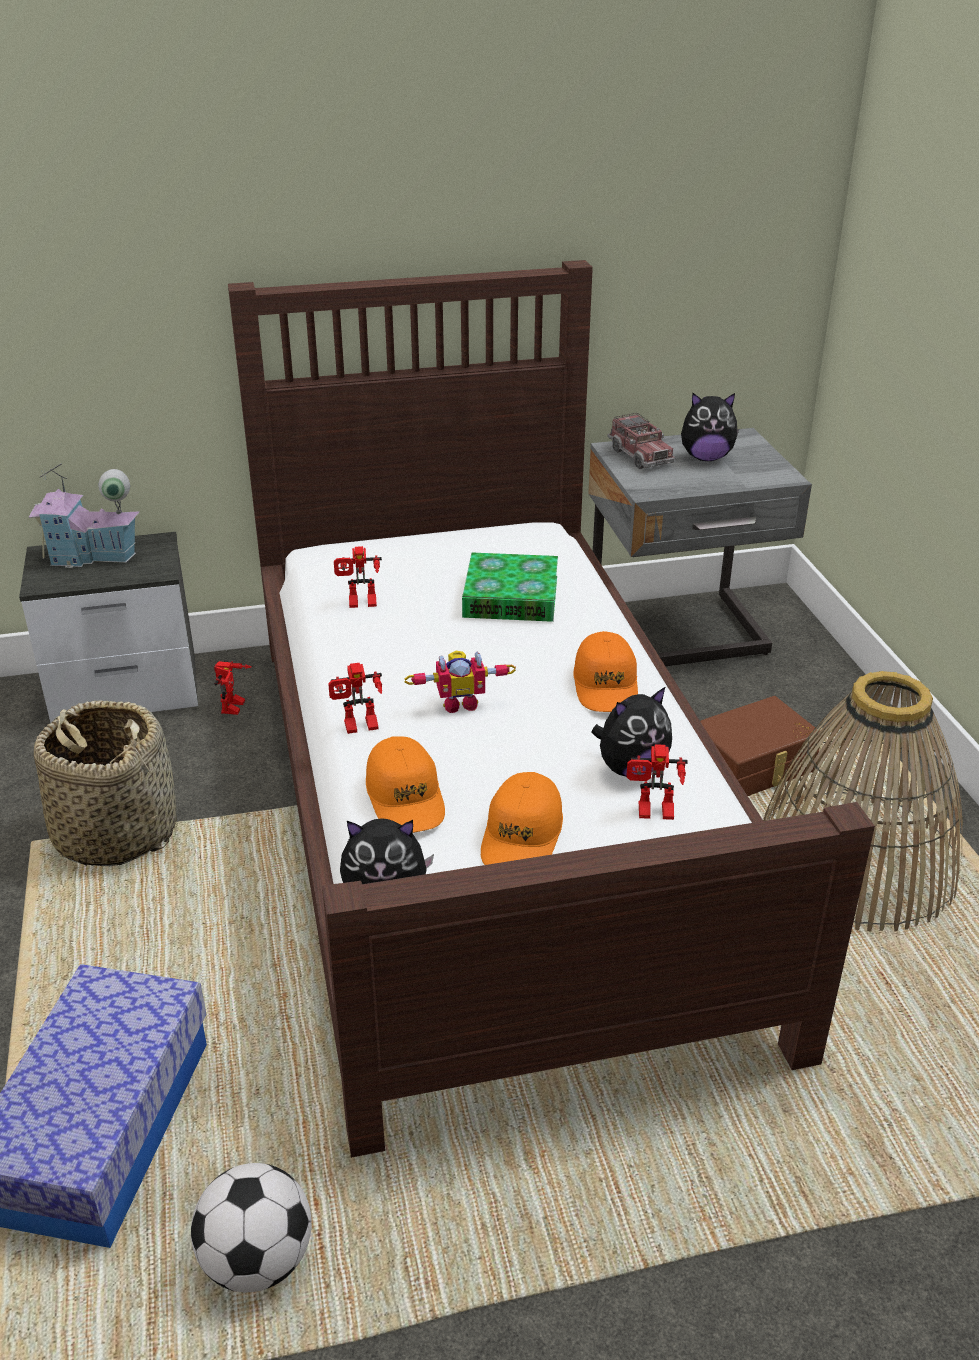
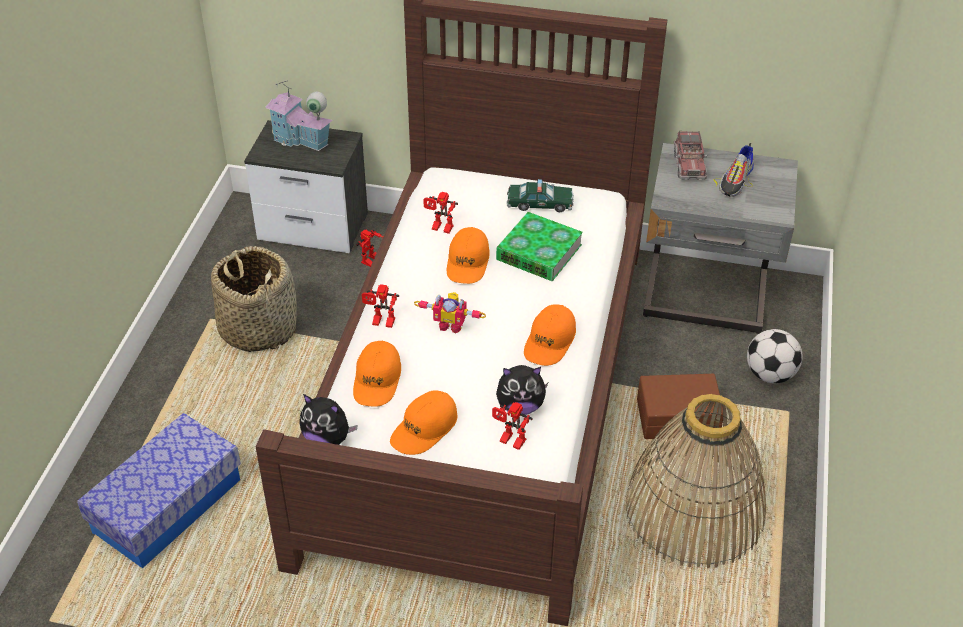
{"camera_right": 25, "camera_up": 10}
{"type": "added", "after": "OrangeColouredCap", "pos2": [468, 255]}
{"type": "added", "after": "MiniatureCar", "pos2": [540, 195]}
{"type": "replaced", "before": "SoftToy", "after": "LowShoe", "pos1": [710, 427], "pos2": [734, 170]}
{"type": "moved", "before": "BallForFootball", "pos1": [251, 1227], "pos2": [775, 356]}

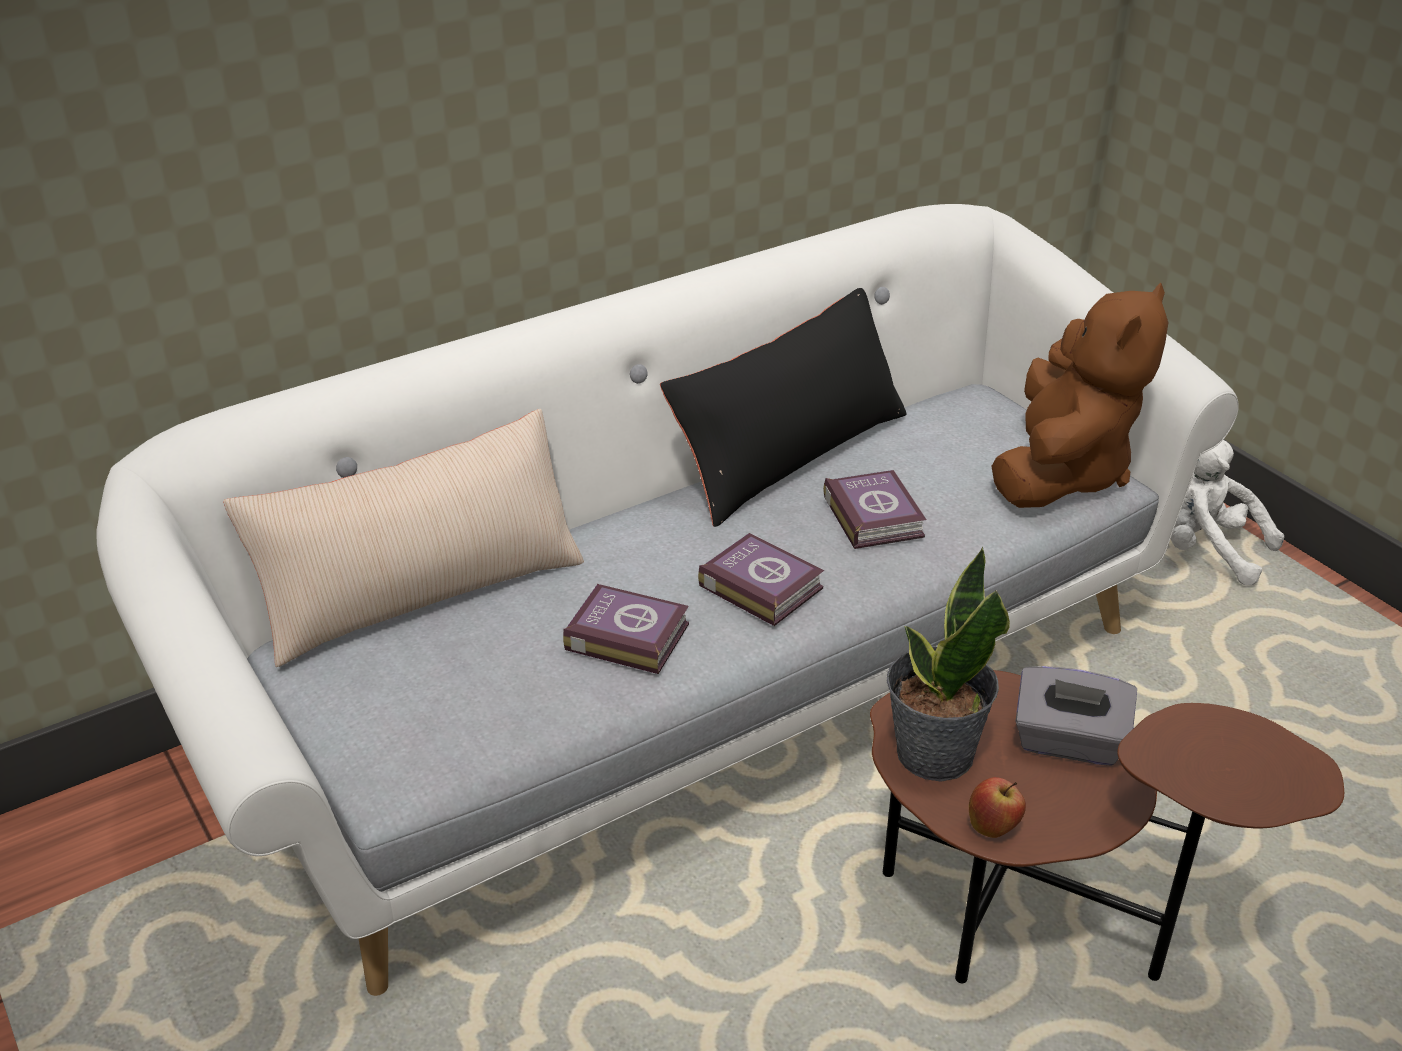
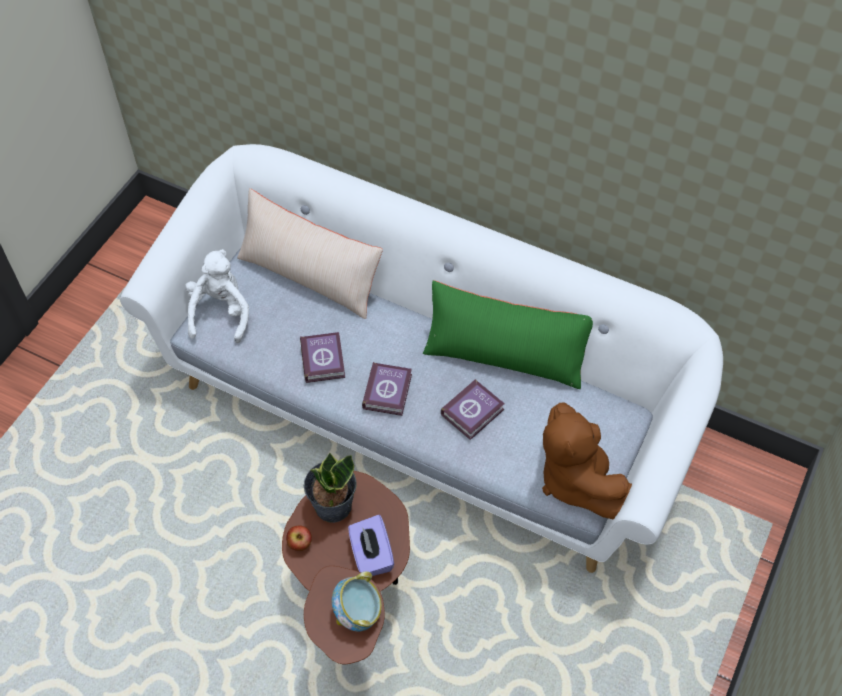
{"camera_right": 60, "camera_up": 20}
{"type": "moved", "before": "WhiteSoftToy", "pos1": [1227, 513], "pos2": [217, 296]}
{"type": "added", "after": "ServingBowl", "pos2": [357, 601]}
{"type": "recoloured", "before": "GreyTissueHolder", "after": "PurpleColouredTissueHolder", "pos1": [1076, 716], "pos2": [371, 545]}
{"type": "recoloured", "before": "BlackColouredPillow", "after": "GreenishPillow", "pos1": [783, 407], "pos2": [508, 334]}
{"type": "turned", "before": "BrownishSoftToy", "pos1": [1080, 395], "pos2": [587, 460], "turn": 75}

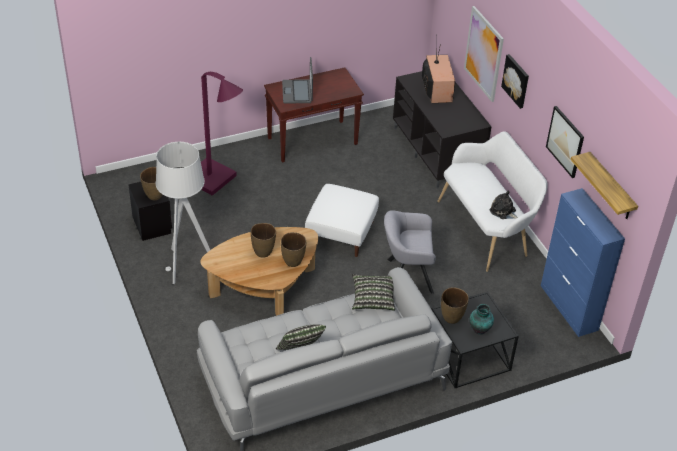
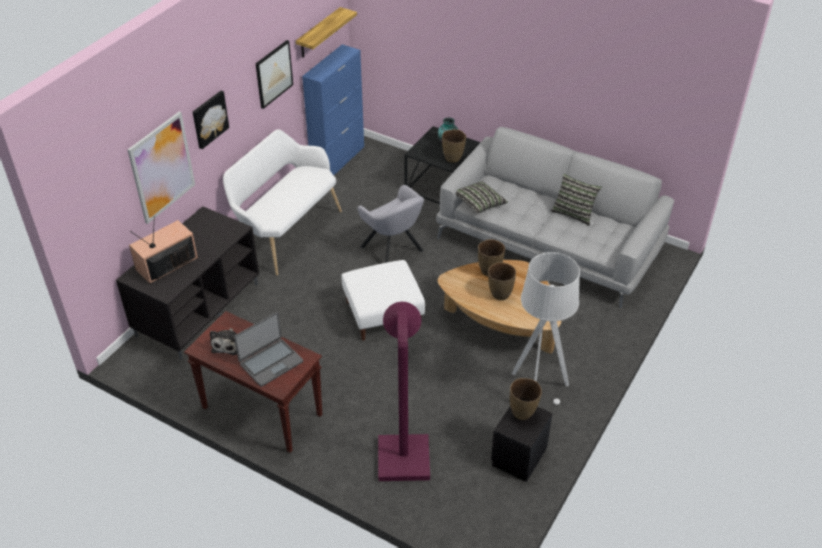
{"camera_right": -125, "camera_up": 0}
{"type": "moved", "before": "SoftToy", "pos1": [504, 205], "pos2": [223, 341]}

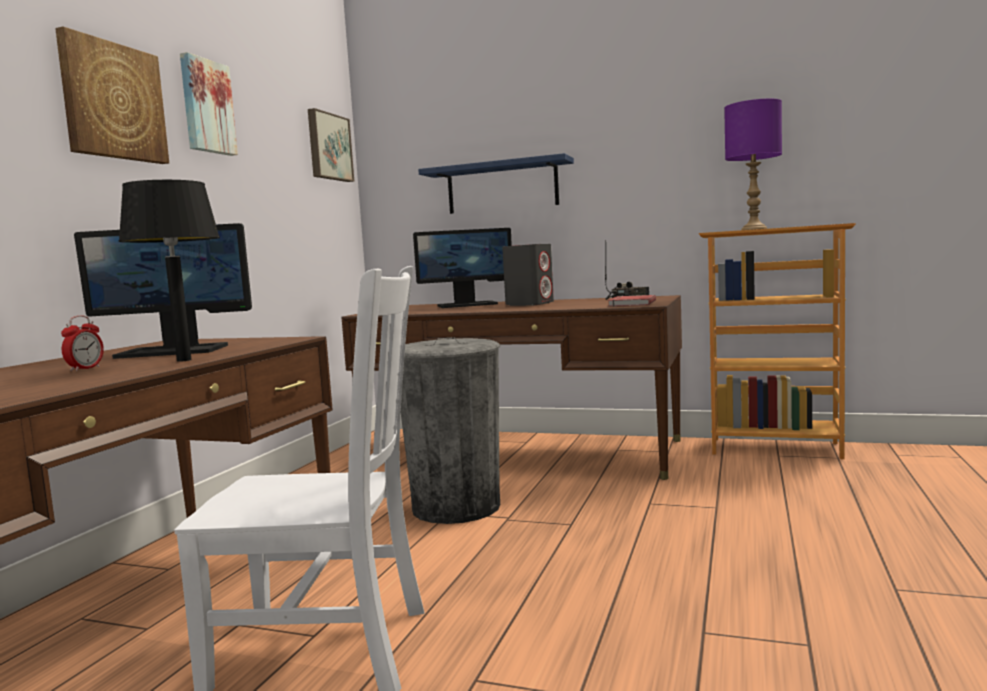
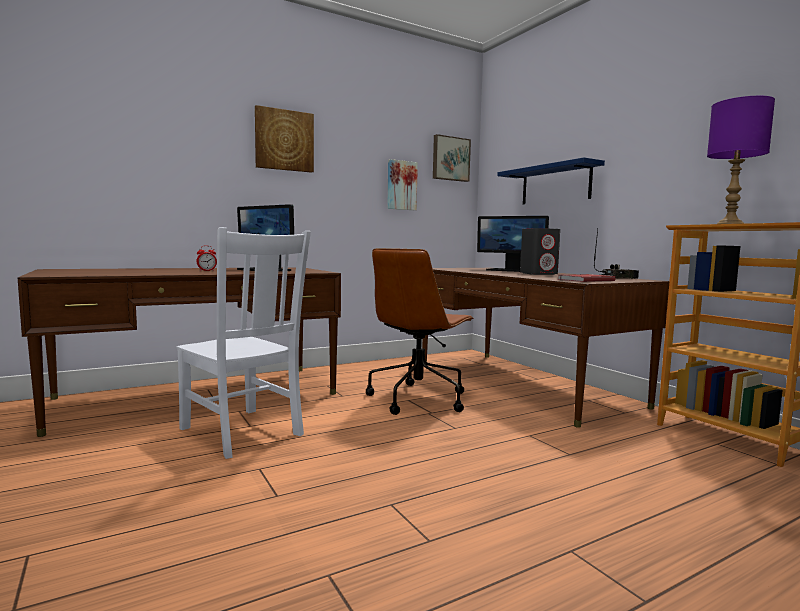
{"camera_right": 40, "camera_up": 0}
{"type": "replaced", "before": "GreyWasteBin", "after": "BrownishOfficeChair", "pos1": [450, 430], "pos2": [420, 331]}
{"type": "moved", "before": "Picture", "pos1": [209, 104], "pos2": [402, 184]}
{"type": "removed", "before": "BlackColouredTableLamp", "pos1": [169, 271]}

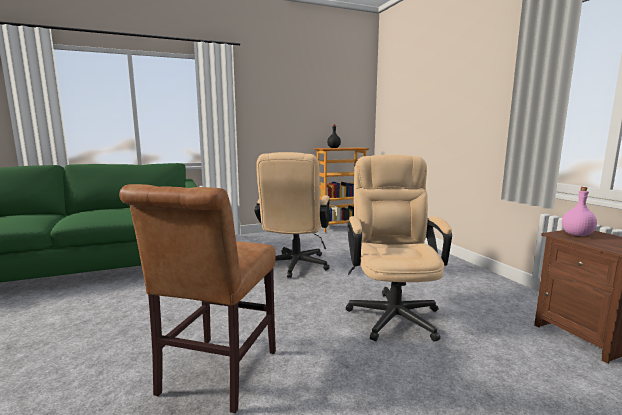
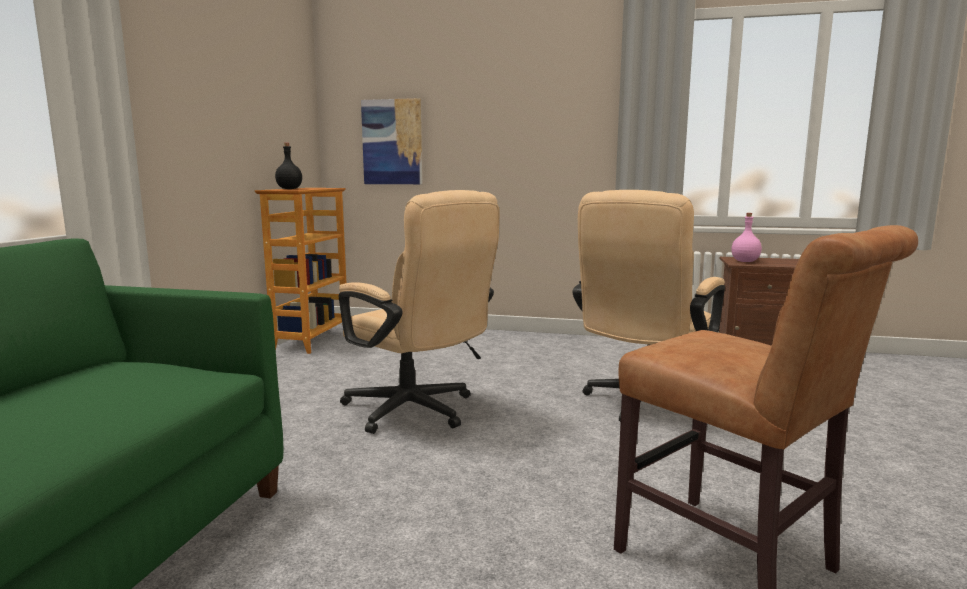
{"camera_right": -55, "camera_up": 0}
{"type": "added", "after": "Picture", "pos2": [391, 141]}
{"type": "turned", "before": "BeigeOfficeChair", "pos1": [399, 248], "pos2": [649, 306], "turn": -90}

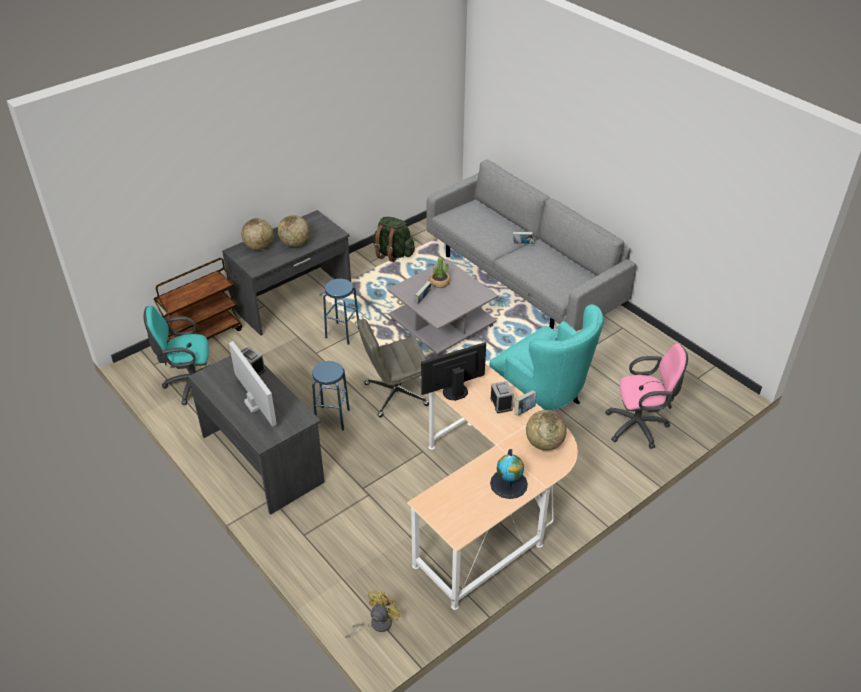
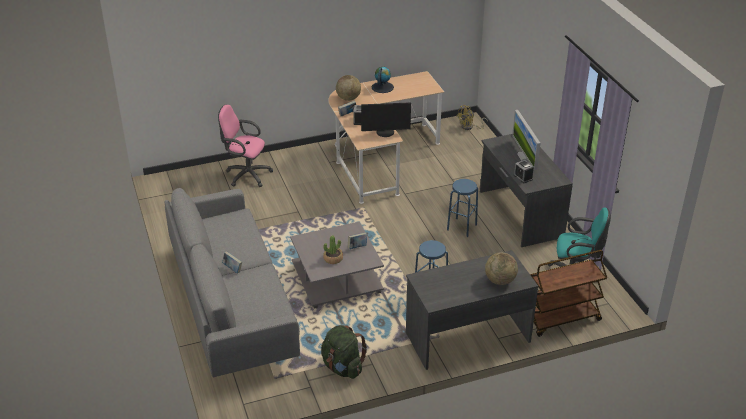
{"camera_right": -160, "camera_up": -5}
{"type": "removed", "before": "Globe", "pos1": [293, 231]}
{"type": "removed", "before": "GreyOfficeChair", "pos1": [393, 367]}
{"type": "removed", "before": "TurquoiseArmchair", "pos1": [546, 357]}

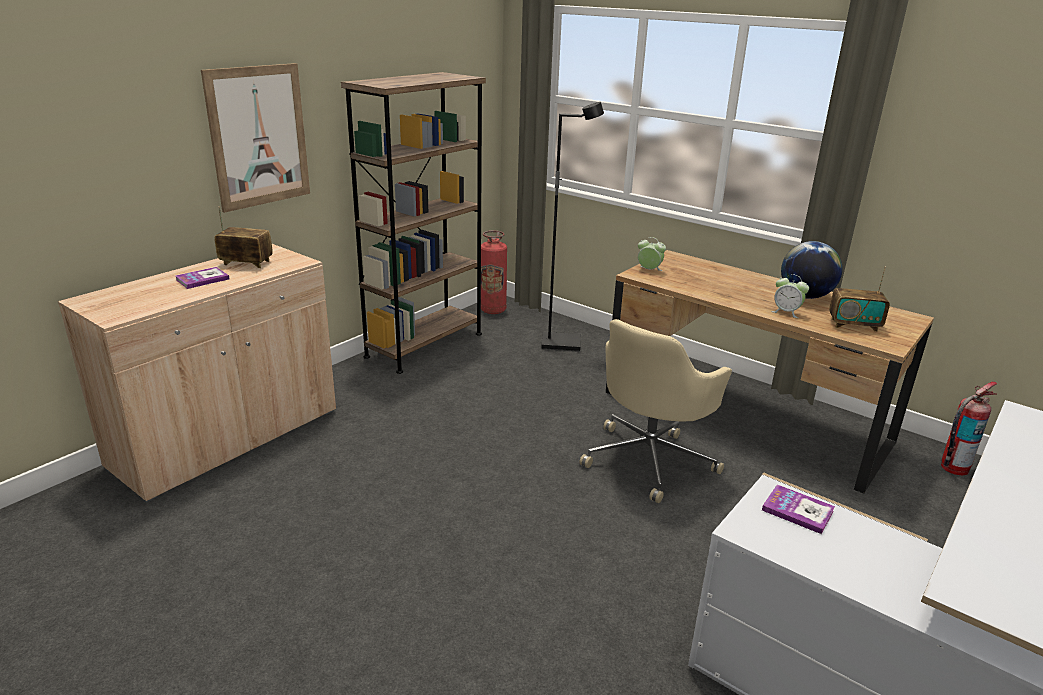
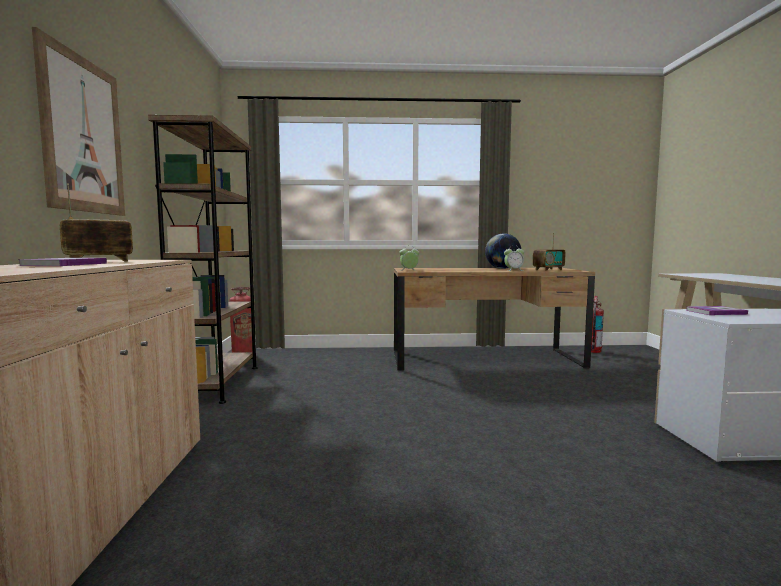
{"camera_right": -40, "camera_up": -20}
{"type": "removed", "before": "BlackColouredStandingLamp", "pos1": [572, 227]}
{"type": "removed", "before": "BeigeOfficeChair", "pos1": [655, 411]}

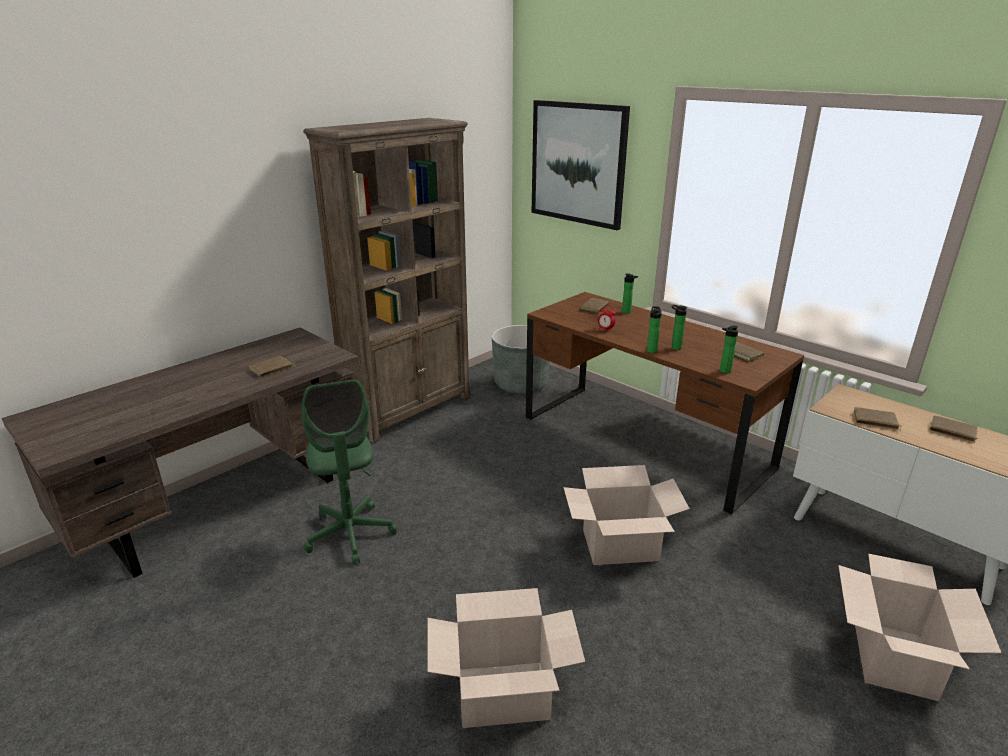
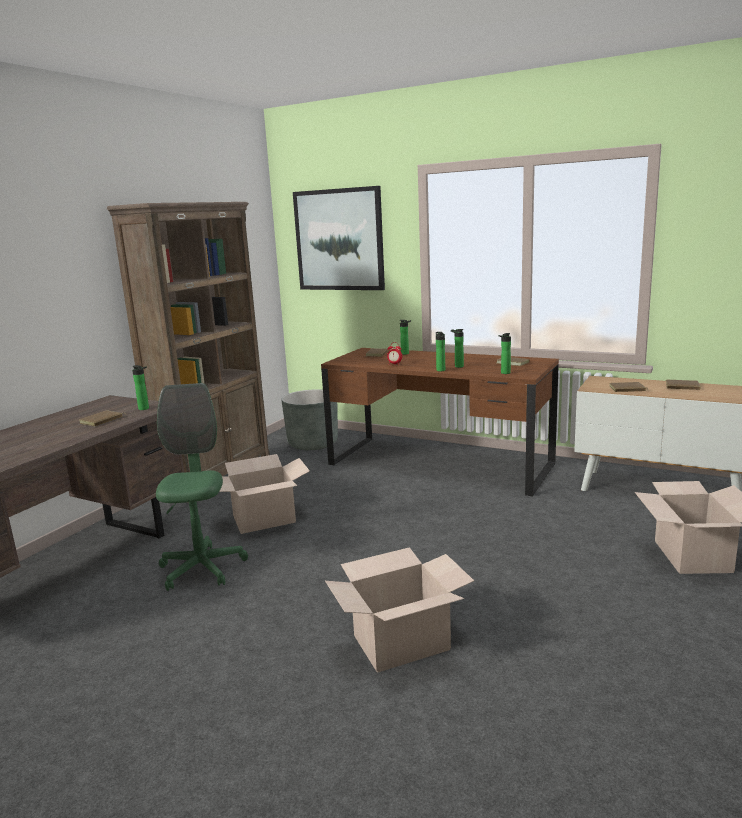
{"camera_right": -15, "camera_up": -10}
{"type": "added", "after": "DrinkBottle", "pos2": [140, 387]}
{"type": "turned", "before": "GreenishOfficeChair", "pos1": [349, 472], "pos2": [202, 487], "turn": -150}
{"type": "moved", "before": "Carton", "pos1": [626, 515], "pos2": [264, 494]}

